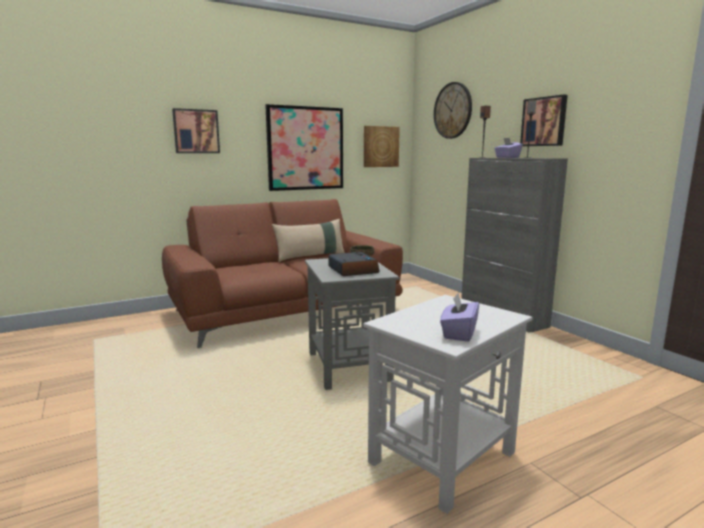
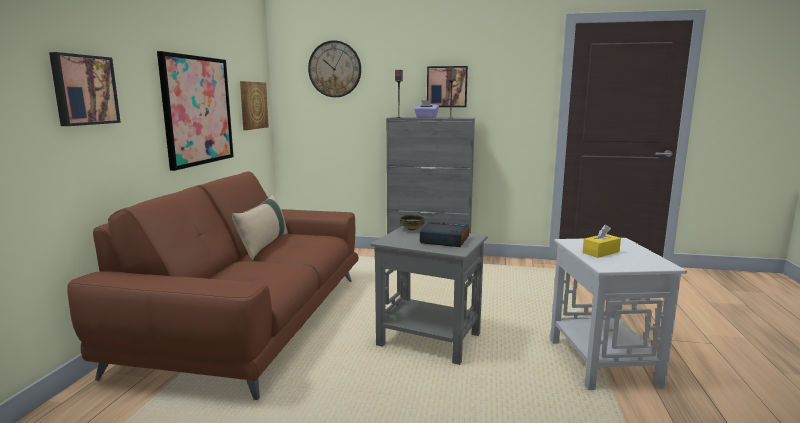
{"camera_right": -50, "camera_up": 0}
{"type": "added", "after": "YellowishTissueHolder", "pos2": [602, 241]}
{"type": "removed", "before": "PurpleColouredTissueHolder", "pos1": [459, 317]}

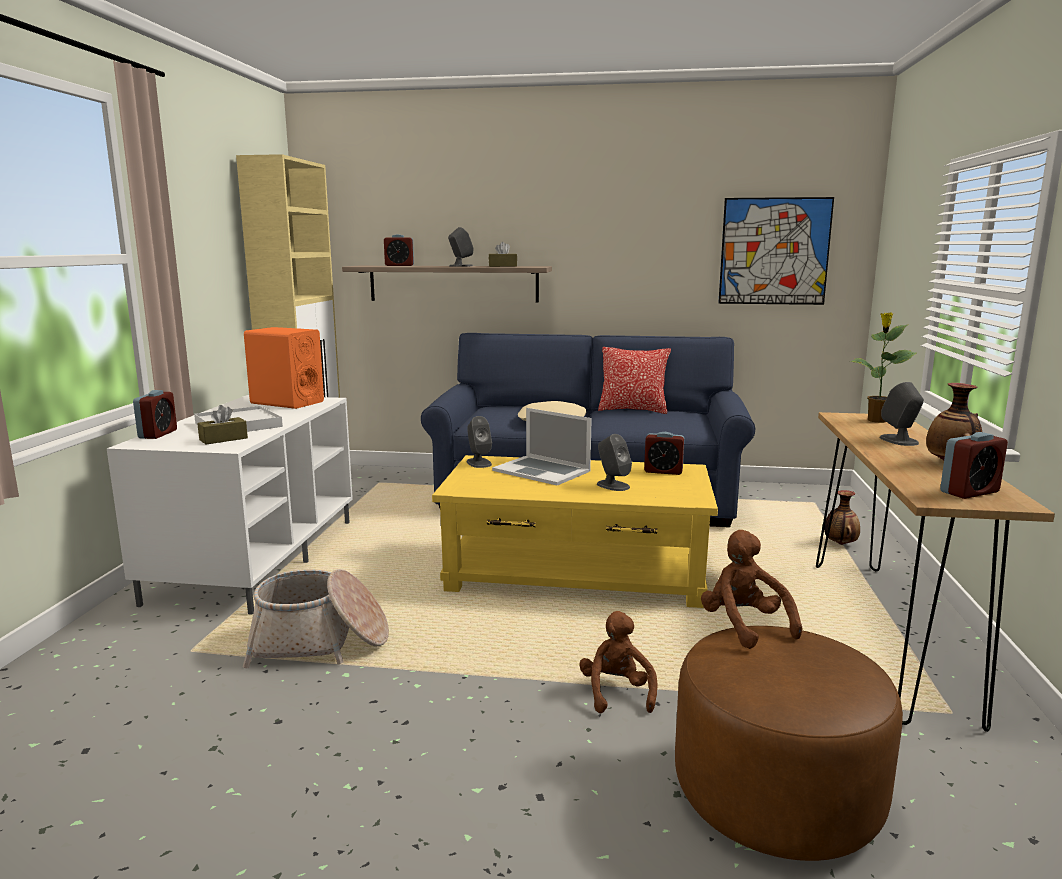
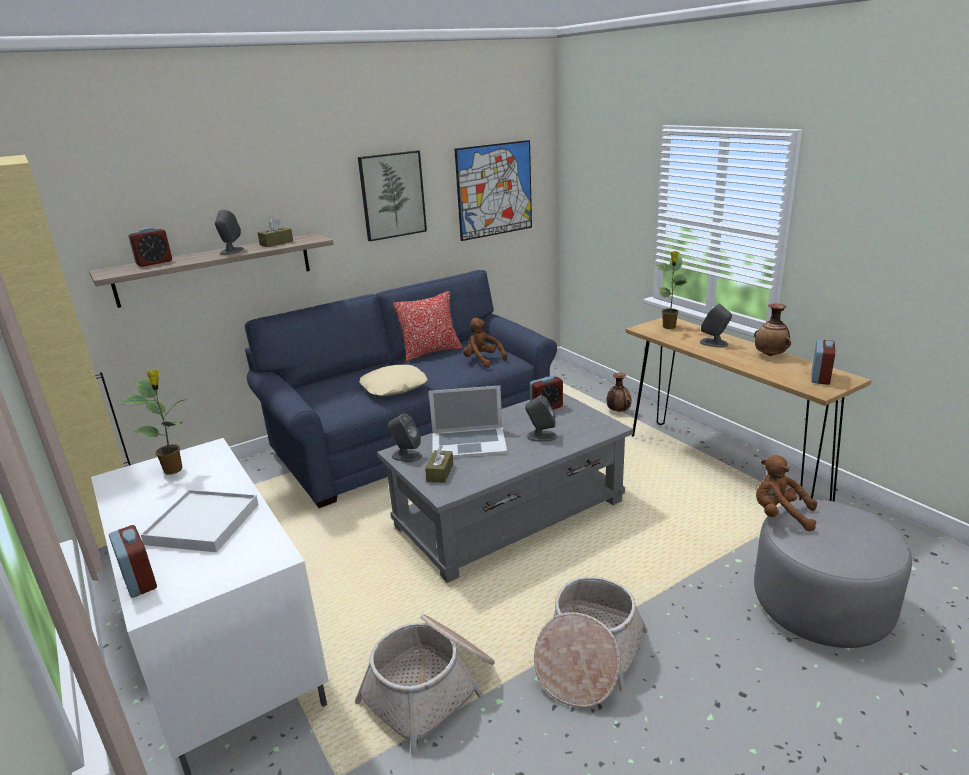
{"camera_right": -40, "camera_up": 10}
{"type": "replaced", "before": "OrangeColouredLoudspeaker", "after": "Houseplant", "pos1": [284, 368], "pos2": [153, 422]}
{"type": "added", "after": "Picture", "pos2": [392, 195]}
{"type": "recoloured", "before": "YellowishLoungeTable", "after": "GreyLoungeTable", "pos1": [575, 531], "pos2": [505, 488]}
{"type": "moved", "before": "BrownishTissueHolder", "pos1": [222, 425], "pos2": [439, 464]}
{"type": "moved", "before": "BrownishSoftToy", "pos1": [618, 662], "pos2": [485, 343]}
{"type": "added", "after": "HouseholdBasket", "pos2": [591, 642]}
{"type": "recoloured", "before": "BrownishFootrest", "after": "GreyFootrest", "pos1": [789, 743], "pos2": [833, 574]}

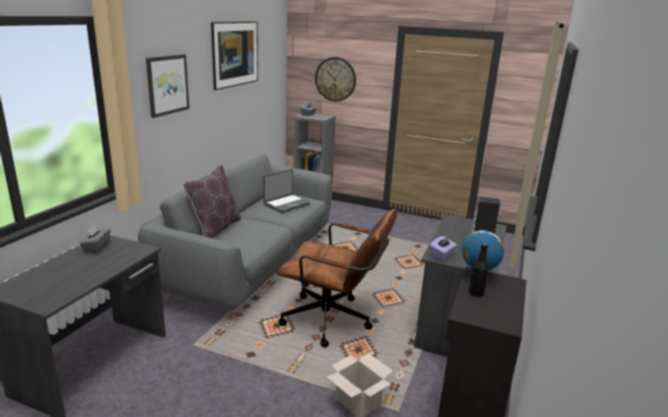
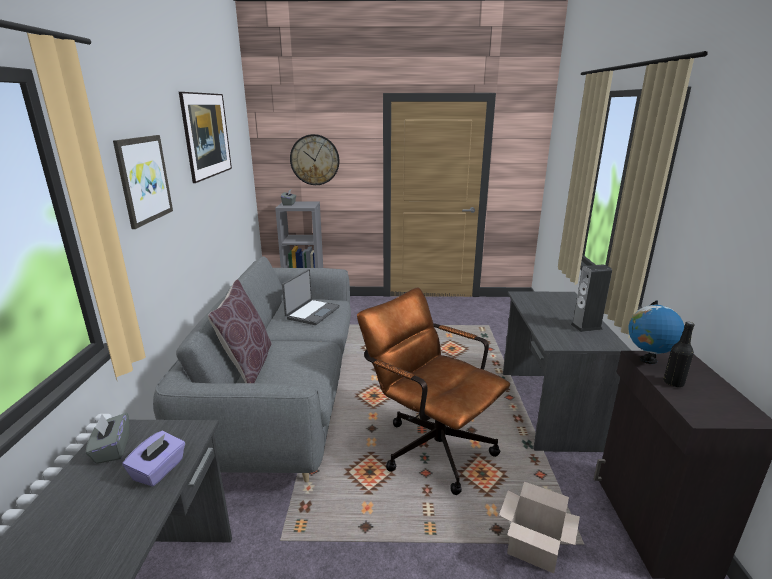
{"camera_right": -20, "camera_up": 0}
{"type": "moved", "before": "PurpleColouredTissueHolder", "pos1": [443, 248], "pos2": [153, 458]}
{"type": "turned", "before": "BrownishOfficeChair", "pos1": [337, 278], "pos2": [433, 391], "turn": -135}

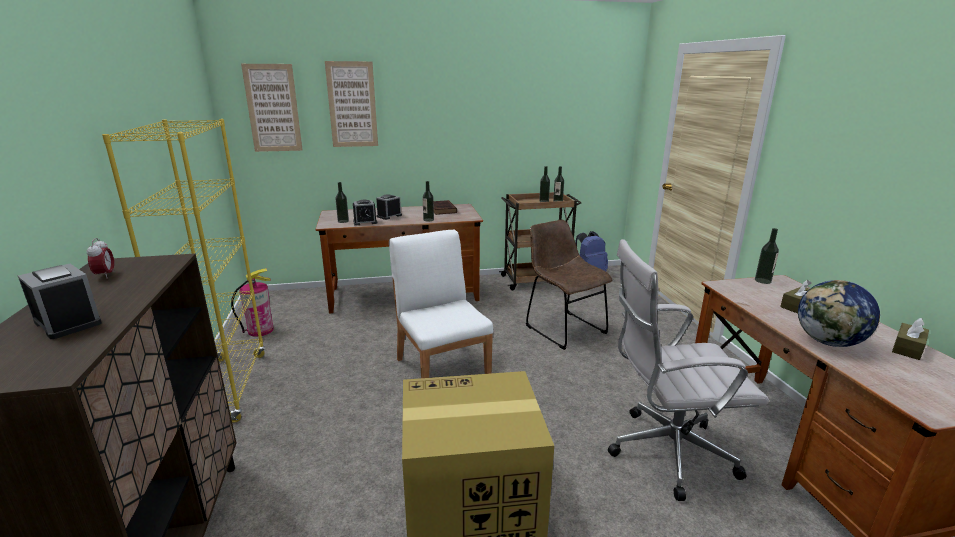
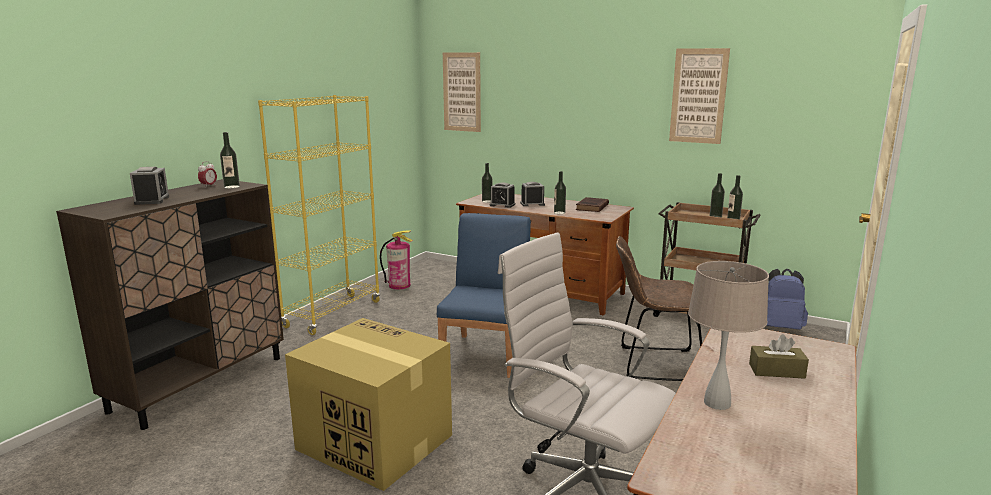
{"camera_right": 40, "camera_up": -5}
{"type": "moved", "before": "DrinkBottle", "pos1": [767, 256], "pos2": [230, 160]}
{"type": "recoloured", "before": "WhitePlainChair", "after": "BlueColouredPlainChair", "pos1": [441, 304], "pos2": [484, 295]}
{"type": "turned", "before": "BrownishPlainChair", "pos1": [569, 285], "pos2": [659, 308], "turn": -90}
{"type": "moved", "before": "Picture", "pos1": [351, 104], "pos2": [699, 96]}
{"type": "replaced", "before": "Globe", "after": "BeigeTableLamp", "pos1": [839, 313], "pos2": [728, 335]}
{"type": "removed", "before": "BrownishTissueHolder", "pos1": [910, 339]}

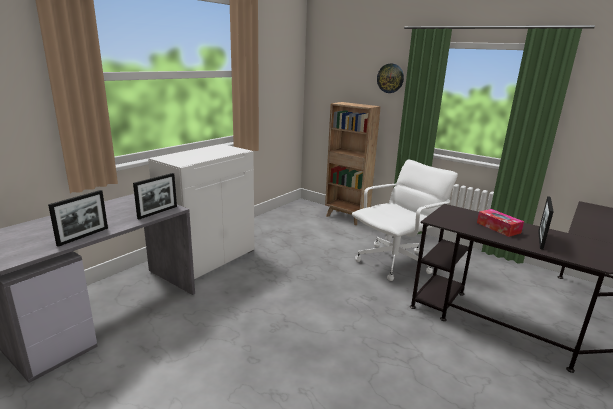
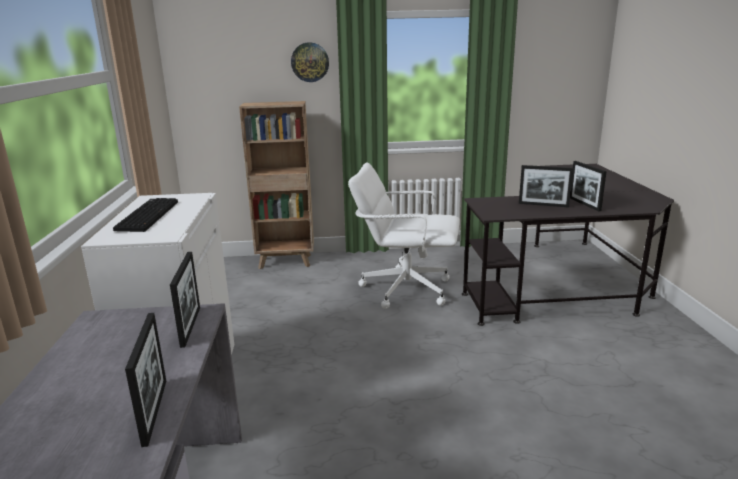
{"camera_right": -40, "camera_up": 0}
{"type": "added", "after": "ComputerKeyboard", "pos2": [145, 215]}
{"type": "turned", "before": "WhiteOfficeChair", "pos1": [405, 220], "pos2": [404, 235], "turn": -90}
{"type": "replaced", "before": "TissueHolder", "after": "PhotoFrame", "pos1": [500, 223], "pos2": [546, 186]}

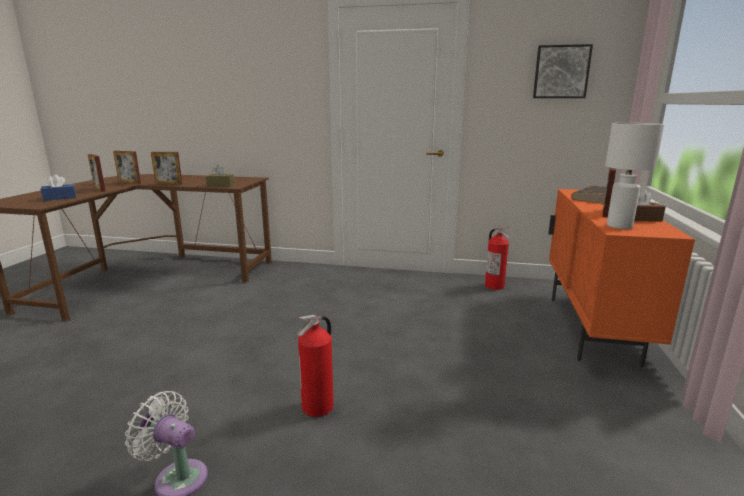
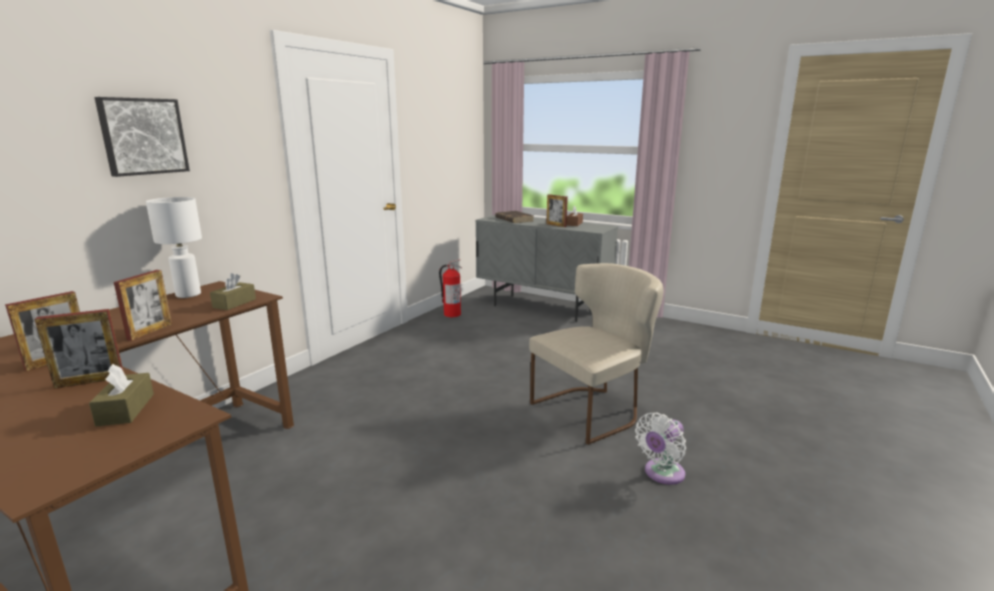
{"camera_right": -70, "camera_up": 0}
{"type": "recoloured", "before": "BlueColouredTissueHolder", "after": "BrownishTissueHolder", "pos1": [58, 187], "pos2": [121, 395]}
{"type": "moved", "before": "Picture", "pos1": [563, 71], "pos2": [142, 137]}
{"type": "moved", "before": "WhiteTableLamp", "pos1": [634, 176], "pos2": [174, 247]}
{"type": "recoloured", "before": "OrangeColouredCupboard", "after": "GreyCupboard", "pos1": [621, 278], "pos2": [546, 268]}
{"type": "replaced", "before": "FireExtinguisher", "after": "BeigePlainChair", "pos1": [315, 366], "pos2": [596, 354]}

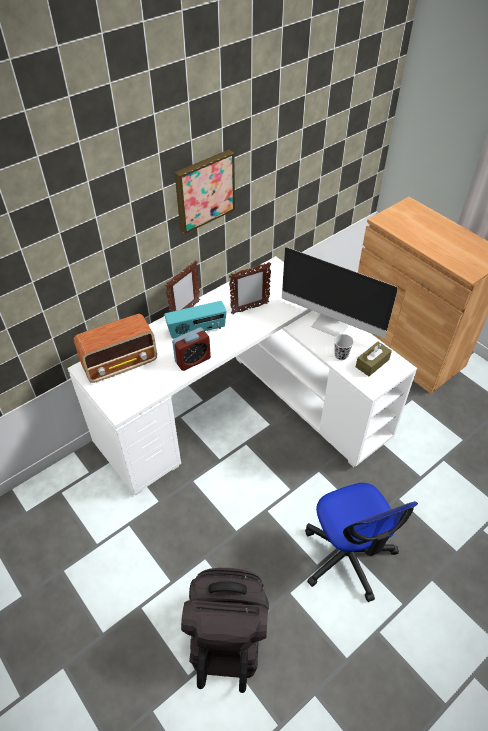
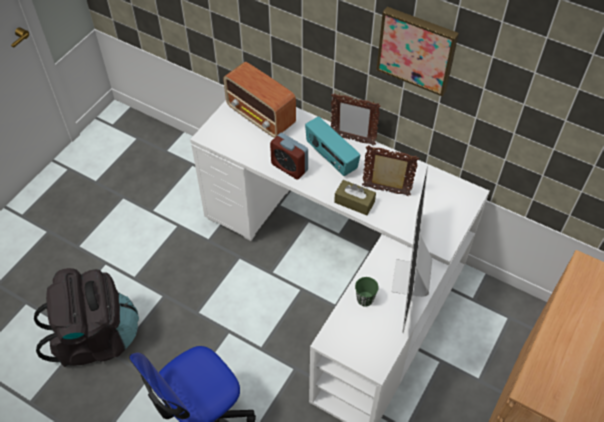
{"camera_right": 70, "camera_up": 5}
{"type": "moved", "before": "BrownishTissueHolder", "pos1": [374, 359], "pos2": [355, 197]}
{"type": "recoloured", "before": "BlackColouredDrinkingCup", "after": "GreenishDrinkingCup", "pos1": [344, 347], "pos2": [367, 292]}
{"type": "turned", "before": "PhotoFrame", "pos1": [250, 288], "pos2": [390, 170], "turn": 150}

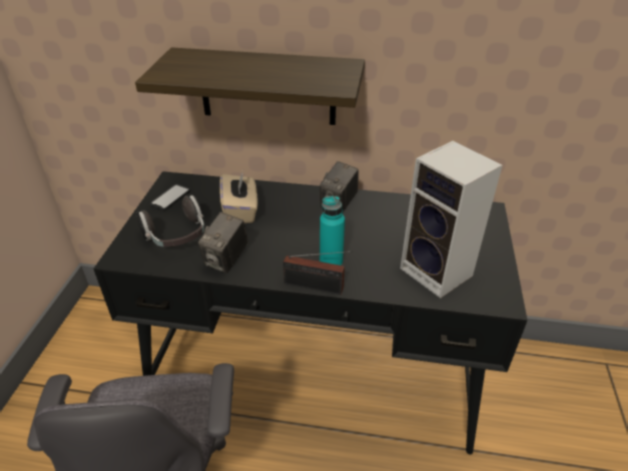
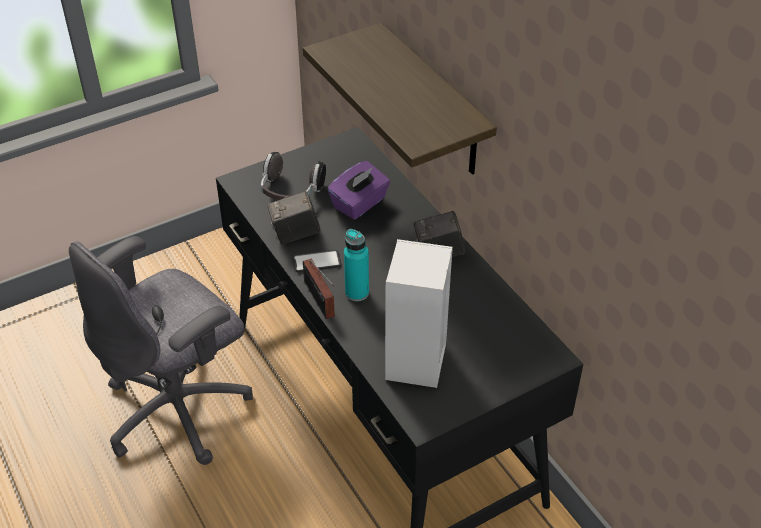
{"camera_right": 50, "camera_up": 5}
{"type": "moved", "before": "Phone", "pos1": [170, 197], "pos2": [316, 261]}
{"type": "recoloured", "before": "BeigeTissueHolder", "after": "PurpleColouredTissueHolder", "pos1": [239, 197], "pos2": [359, 190]}

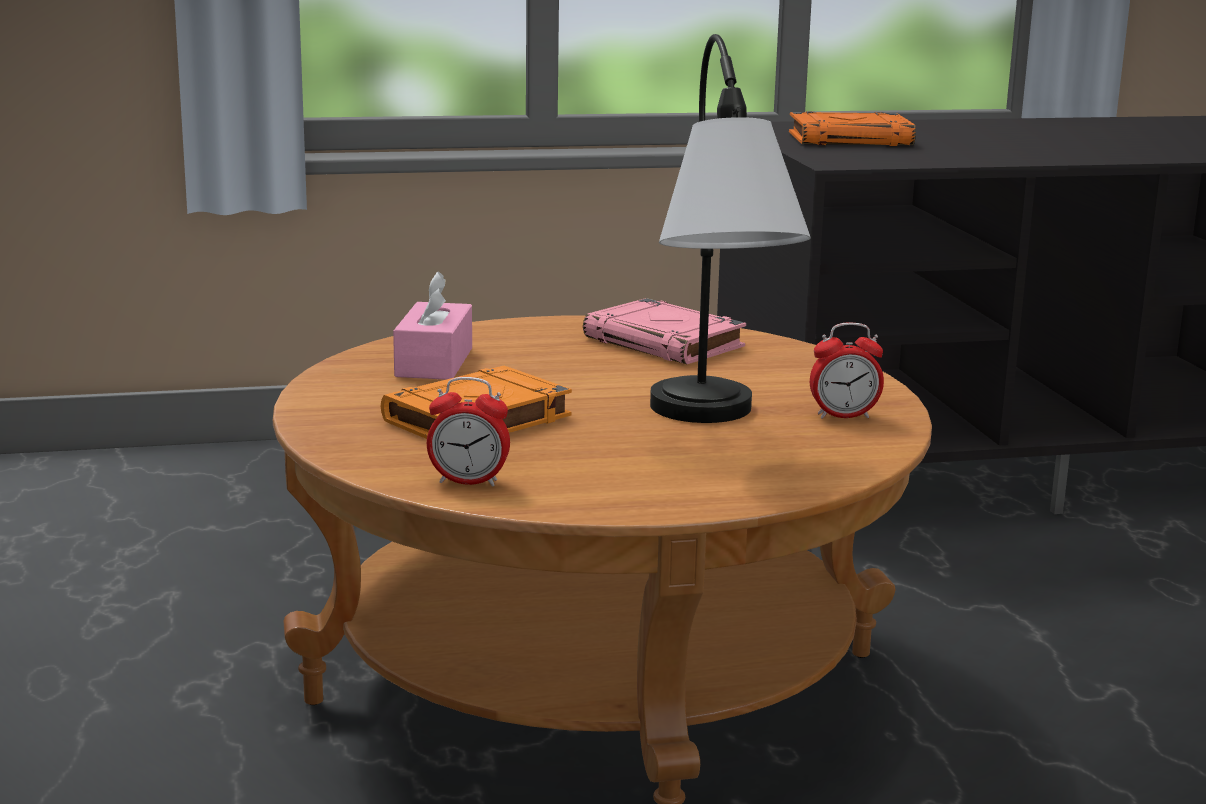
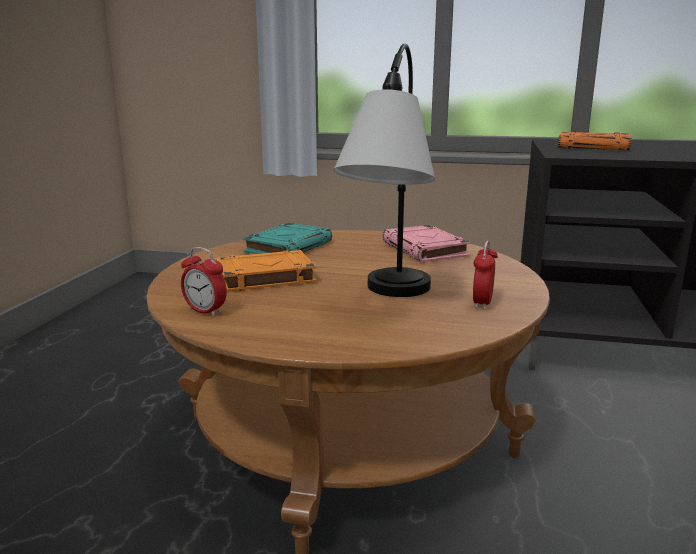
{"camera_right": 25, "camera_up": 0}
{"type": "replaced", "before": "PinkColouredTissueHolder", "after": "TurquoiseBoundBook", "pos1": [432, 325], "pos2": [287, 238]}
{"type": "turned", "before": "AlarmClock", "pos1": [847, 371], "pos2": [485, 274], "turn": 90}

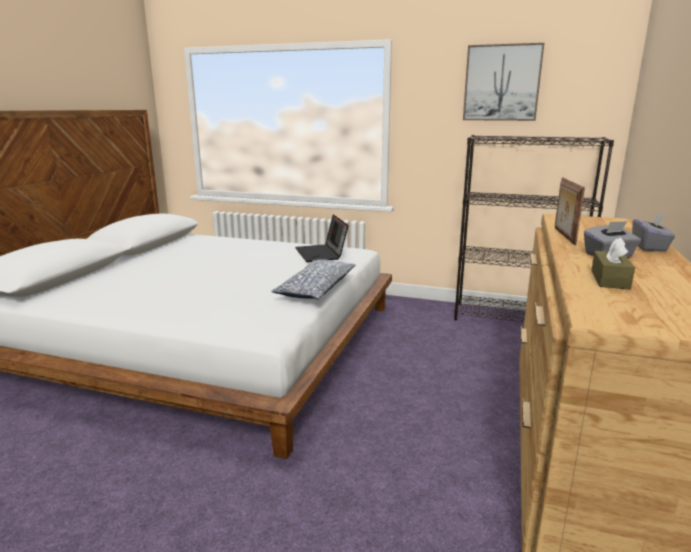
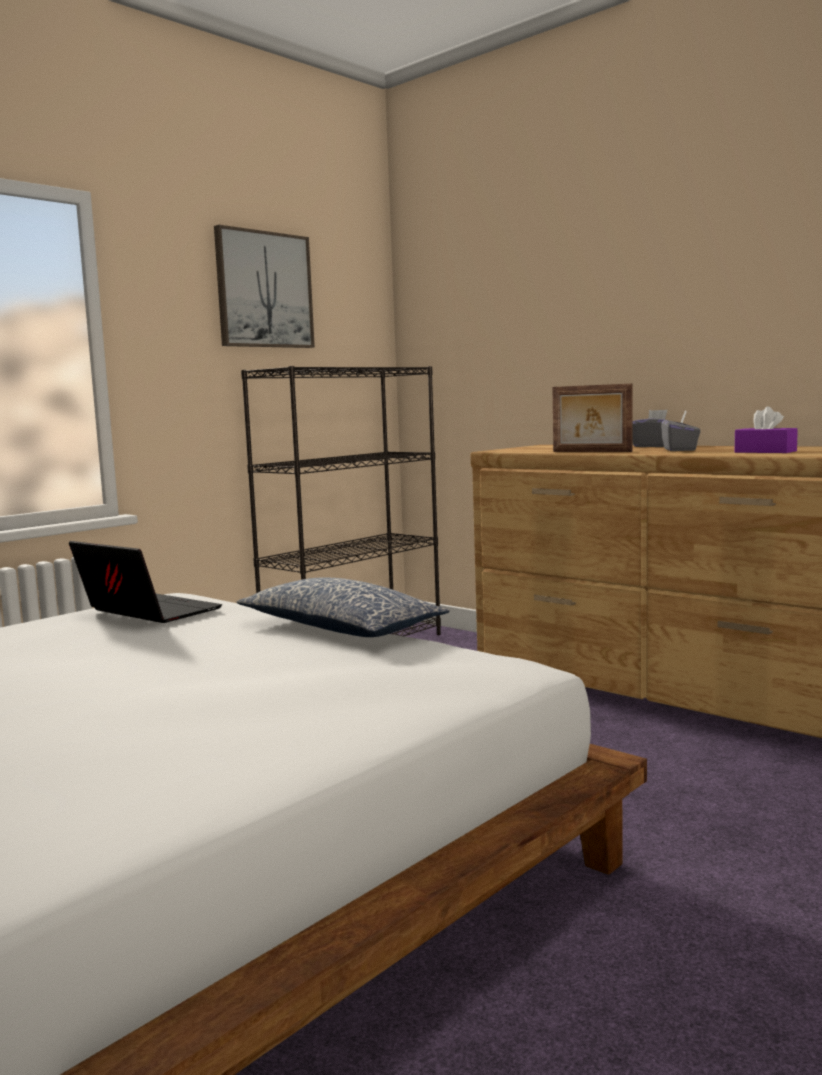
{"camera_right": -65, "camera_up": -10}
{"type": "turned", "before": "Laptop", "pos1": [322, 238], "pos2": [145, 582], "turn": -150}
{"type": "recoloured", "before": "BrownishTissueHolder", "after": "PurpleColouredTissueHolder", "pos1": [613, 264], "pos2": [766, 429]}

